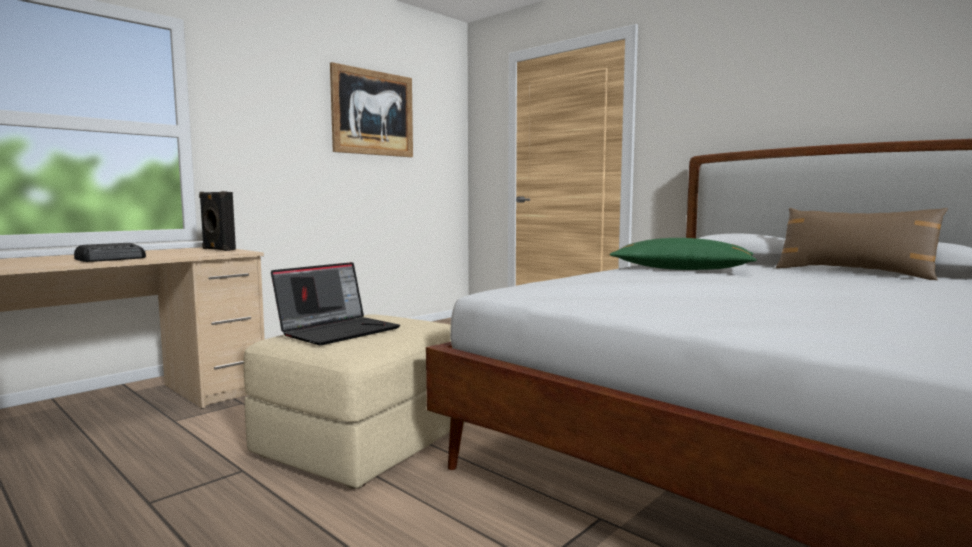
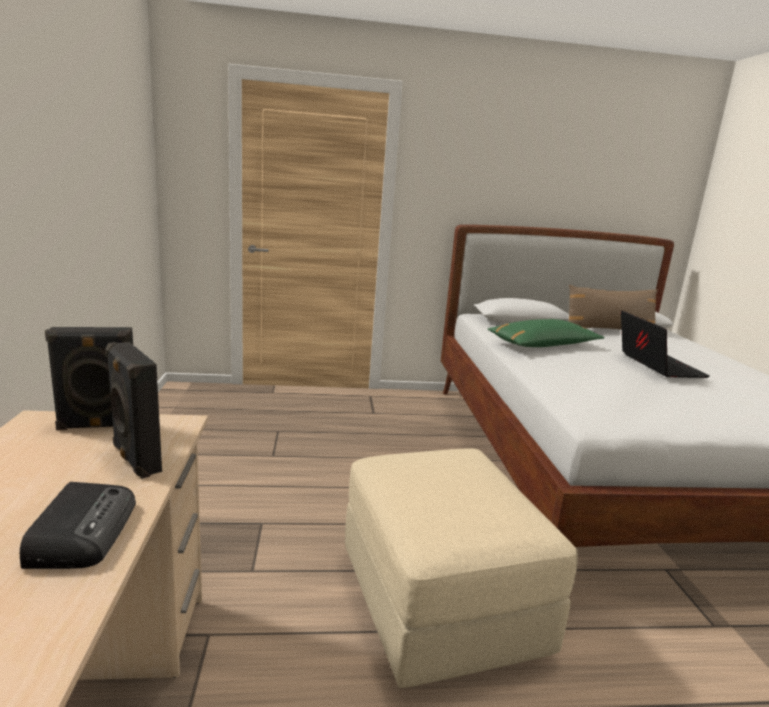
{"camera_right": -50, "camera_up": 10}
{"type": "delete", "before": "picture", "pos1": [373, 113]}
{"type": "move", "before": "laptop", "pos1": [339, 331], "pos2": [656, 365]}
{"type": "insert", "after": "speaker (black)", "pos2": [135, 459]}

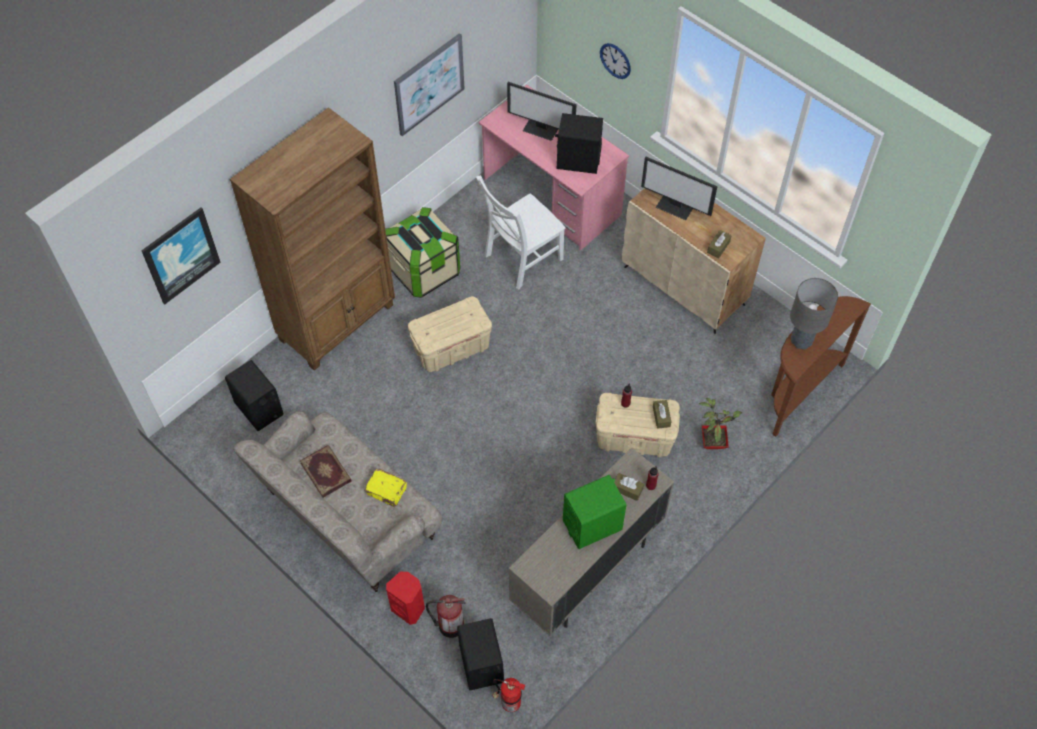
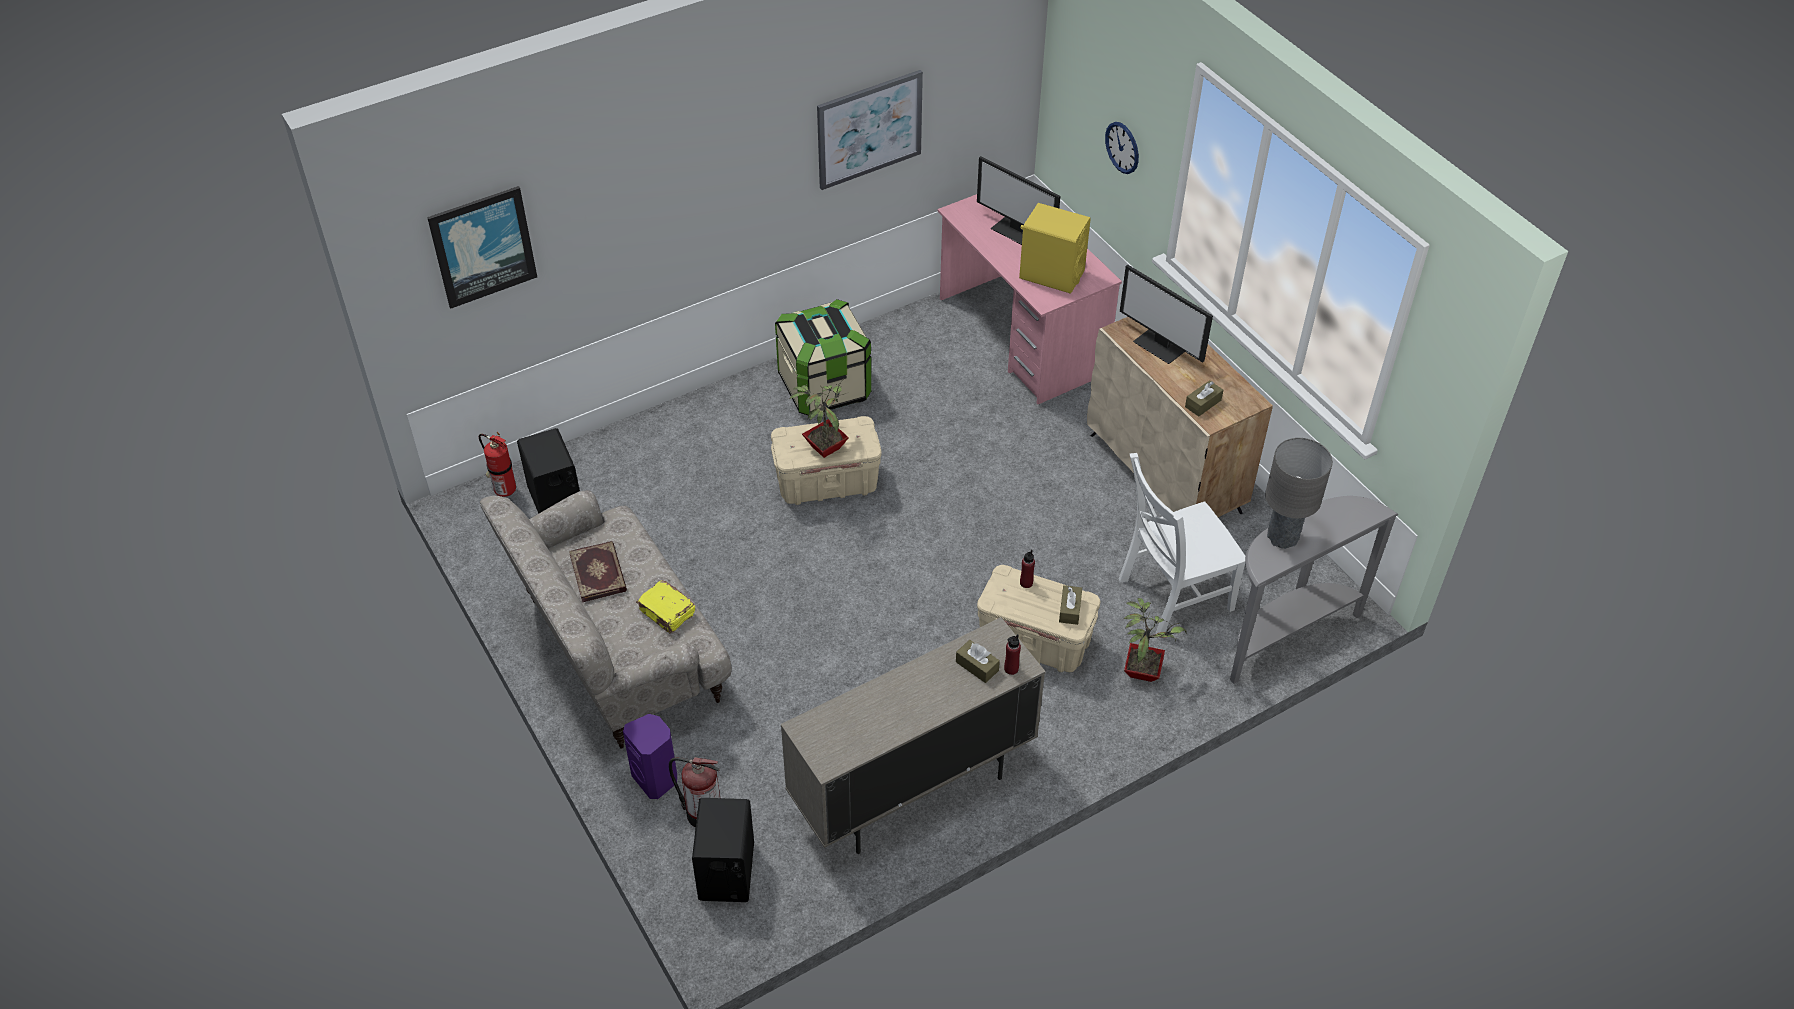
{"camera_right": 15, "camera_up": -10}
{"type": "delete", "before": "bookcase (brown)", "pos1": [338, 322]}
{"type": "recolor", "before": "speaker (black)", "after": "speaker (yellow)", "pos1": [578, 161], "pos2": [1051, 275]}
{"type": "move", "before": "chair (white)", "pos1": [521, 259], "pos2": [1171, 596]}
{"type": "recolor", "before": "console table (brown)", "after": "console table (grey)", "pos1": [798, 391], "pos2": [1283, 634]}
{"type": "delete", "before": "speaker (green)", "pos1": [592, 525]}
{"type": "recolor", "before": "speaker (red)", "after": "speaker (purple)", "pos1": [409, 608], "pos2": [656, 778]}
{"type": "move", "before": "fire extinguisher", "pos1": [508, 703], "pos2": [503, 490]}
{"type": "insert", "after": "potted plant", "pos2": [824, 447]}

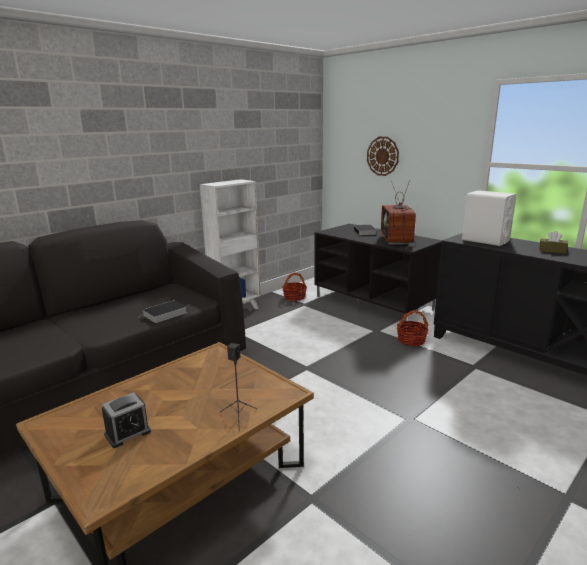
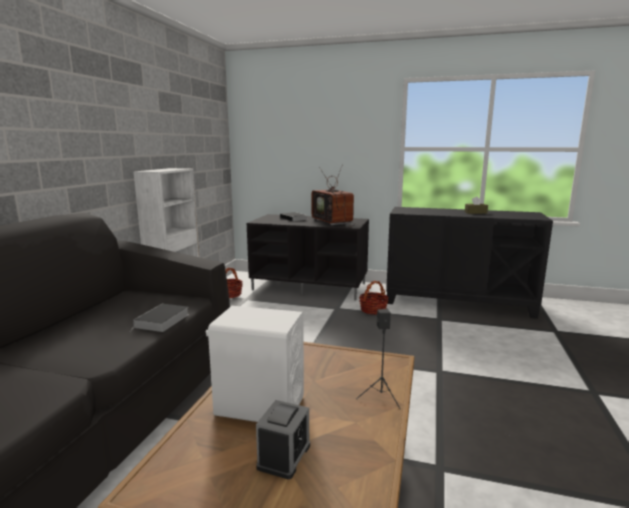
{"camera_right": -30, "camera_up": -5}
{"type": "delete", "before": "wall clock", "pos1": [382, 156]}
{"type": "move", "before": "speaker (white)", "pos1": [485, 240], "pos2": [259, 406]}

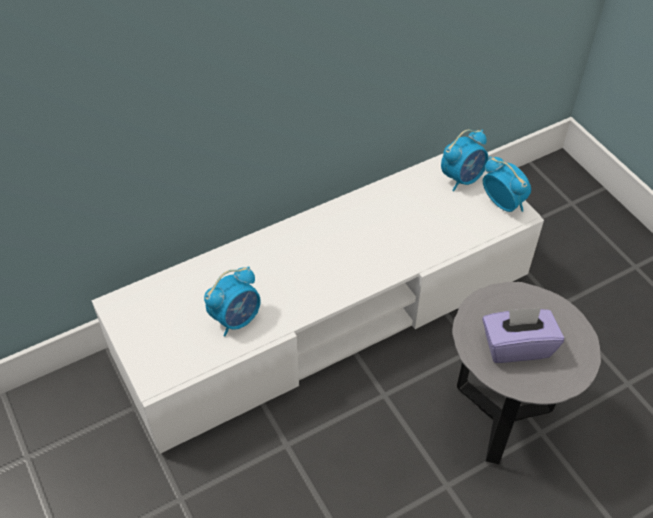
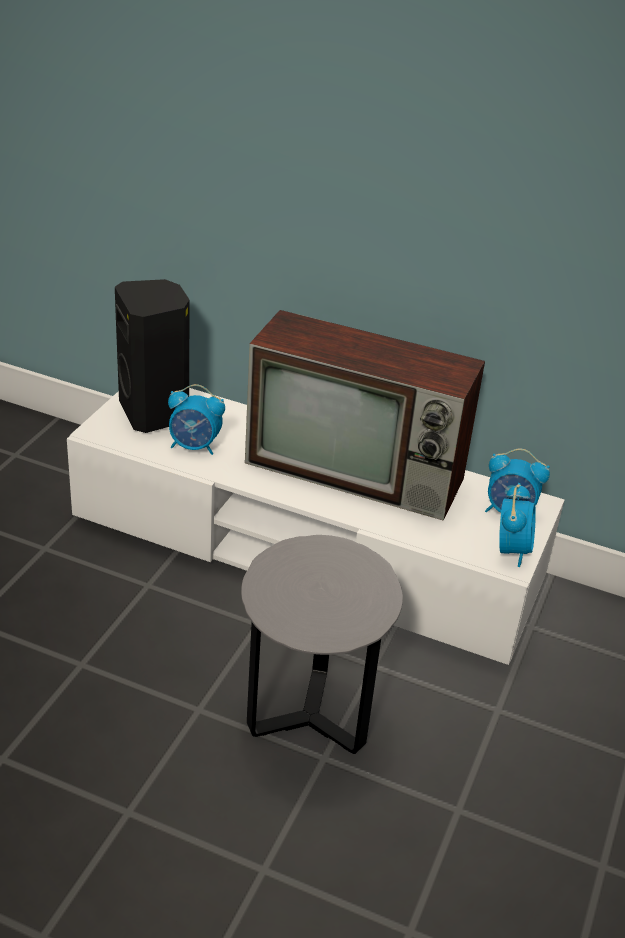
{"camera_right": 50, "camera_up": -15}
{"type": "delete", "before": "tissue box (purple)", "pos1": [516, 346]}
{"type": "insert", "after": "speaker (black)", "pos2": [155, 413]}
{"type": "insert", "after": "television", "pos2": [359, 471]}

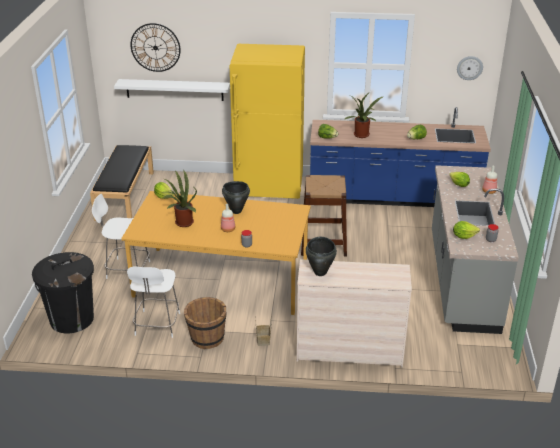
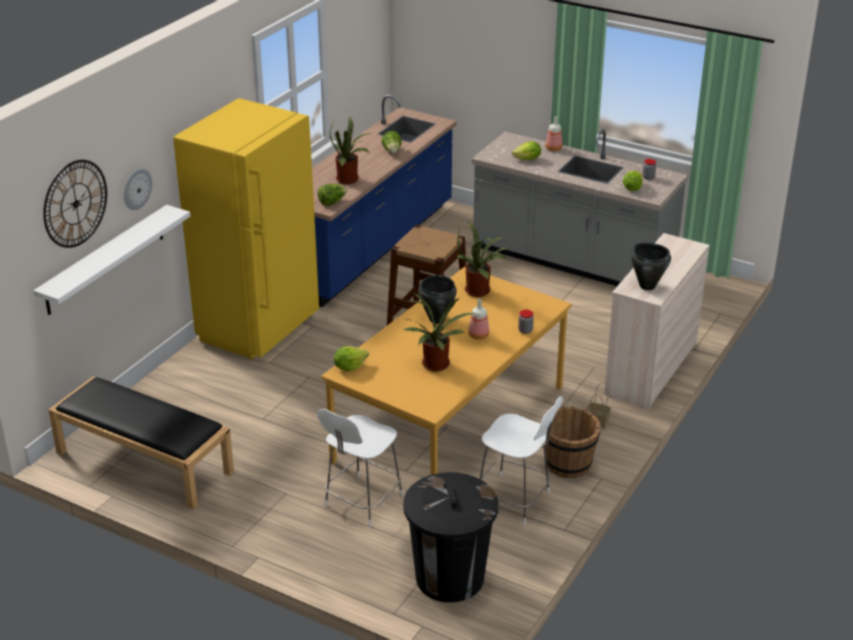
{"camera_right": -65, "camera_up": 0}
{"type": "move", "before": "wall clock", "pos1": [469, 67], "pos2": [136, 189]}
{"type": "insert", "after": "potted plant", "pos2": [480, 291]}

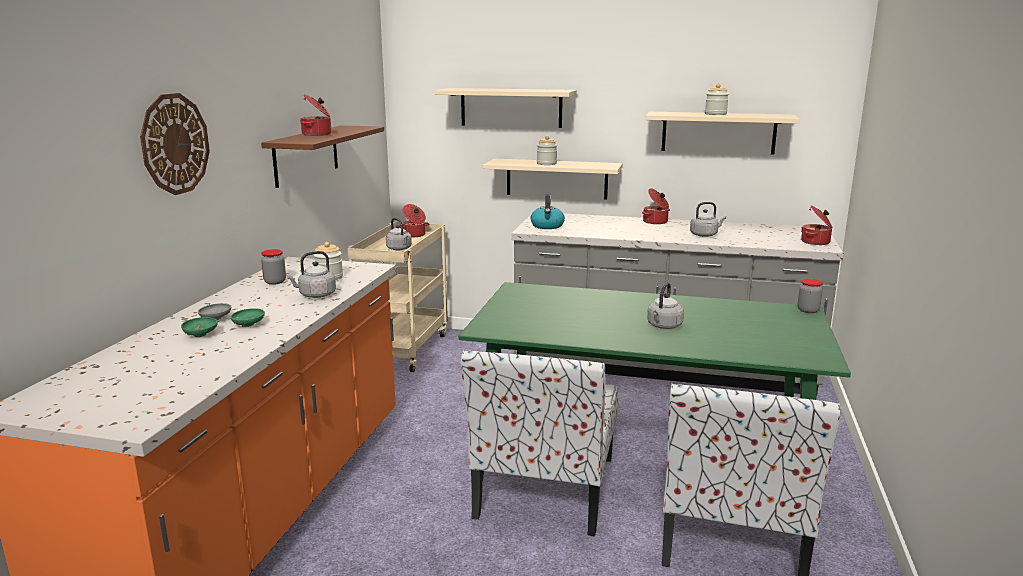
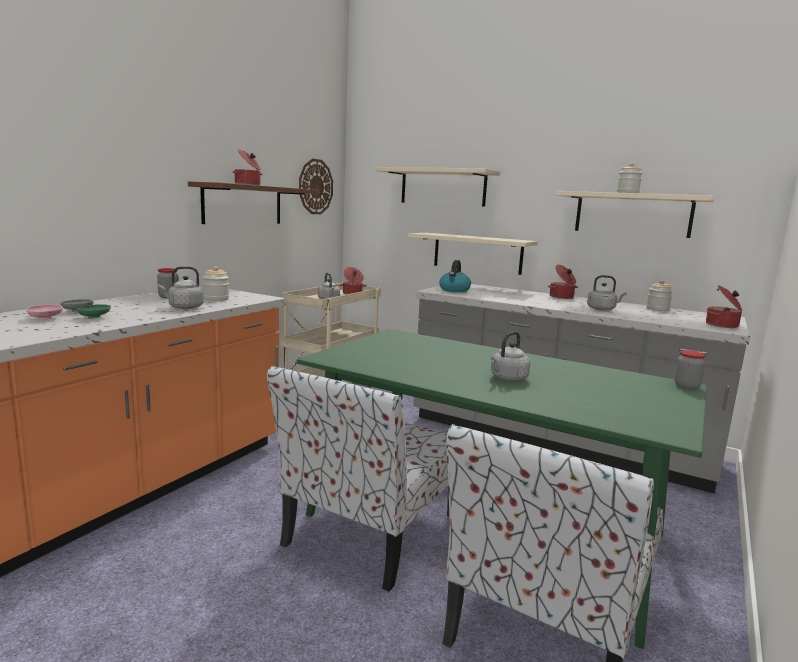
{"camera_right": 15, "camera_up": -5}
{"type": "move", "before": "wall clock", "pos1": [175, 144], "pos2": [315, 187]}
{"type": "move", "before": "jar", "pos1": [546, 164], "pos2": [657, 309]}
{"type": "recolor", "before": "bowl (green)", "after": "bowl (pink)", "pos1": [201, 334], "pos2": [45, 318]}

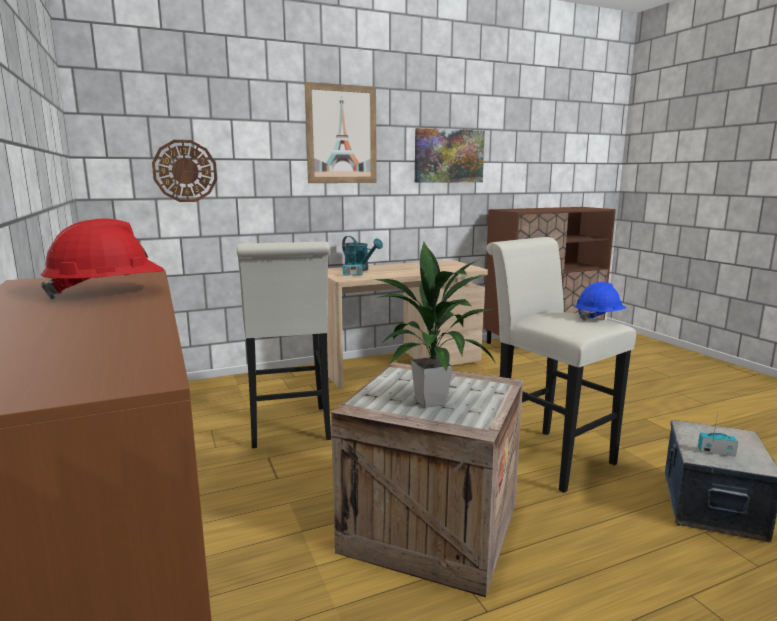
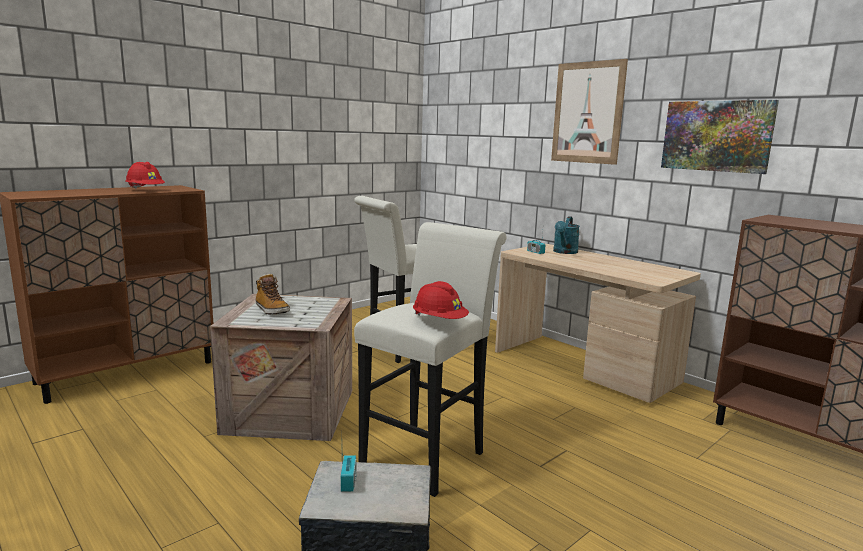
{"camera_right": 70, "camera_up": 0}
{"type": "delete", "before": "wall clock", "pos1": [185, 171]}
{"type": "replace", "before": "potted plant", "after": "boot", "pos1": [430, 402], "pos2": [271, 310]}
{"type": "recolor", "before": "hard hat (blue)", "after": "hard hat (red)", "pos1": [599, 317], "pos2": [439, 321]}

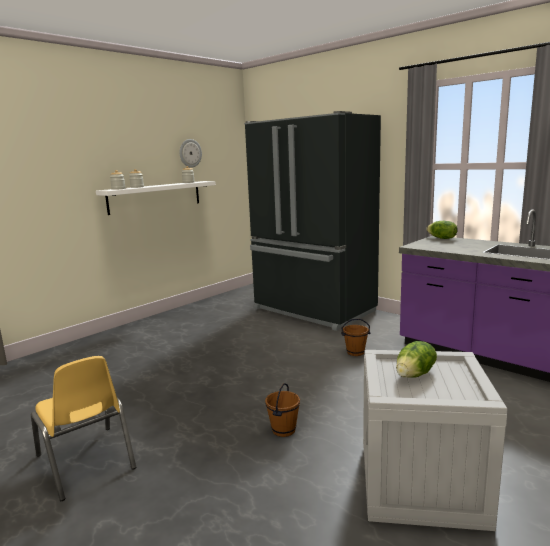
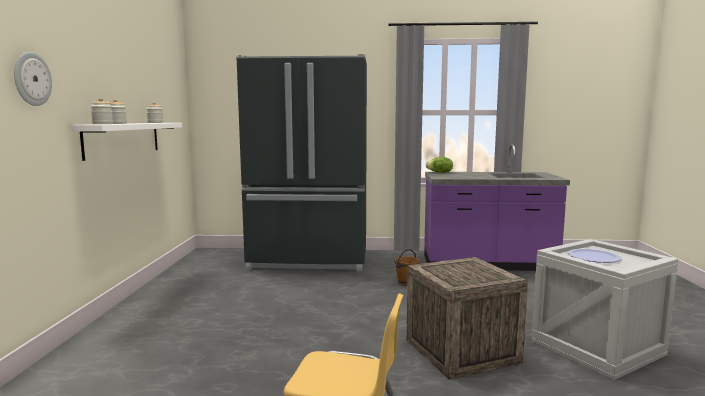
{"camera_right": -40, "camera_up": -5}
{"type": "move", "before": "wall clock", "pos1": [190, 153], "pos2": [32, 79]}
{"type": "replace", "before": "lettuce", "after": "plate", "pos1": [415, 374], "pos2": [594, 257]}
{"type": "replace", "before": "bucket (brown)", "after": "crate", "pos1": [283, 430], "pos2": [461, 351]}

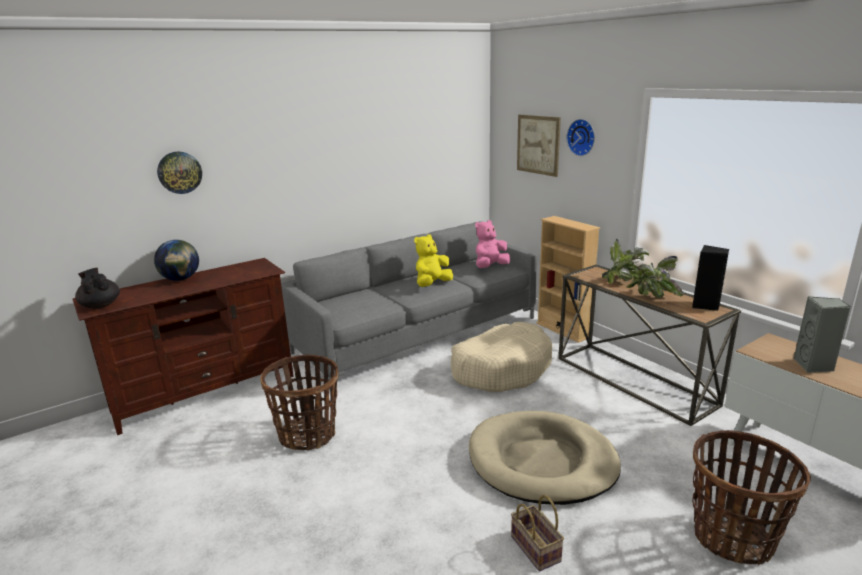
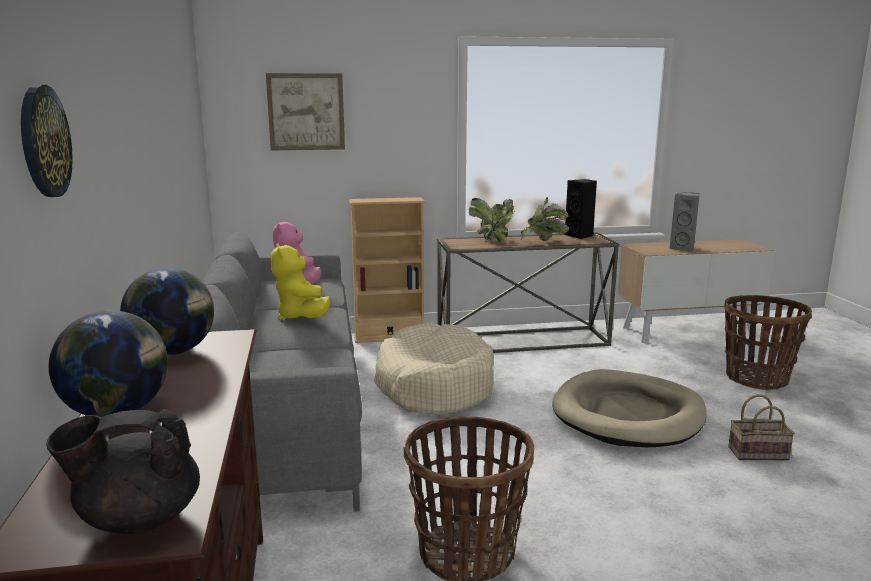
{"camera_right": -65, "camera_up": -5}
{"type": "delete", "before": "wall clock", "pos1": [582, 137]}
{"type": "insert", "after": "globe", "pos2": [173, 352]}

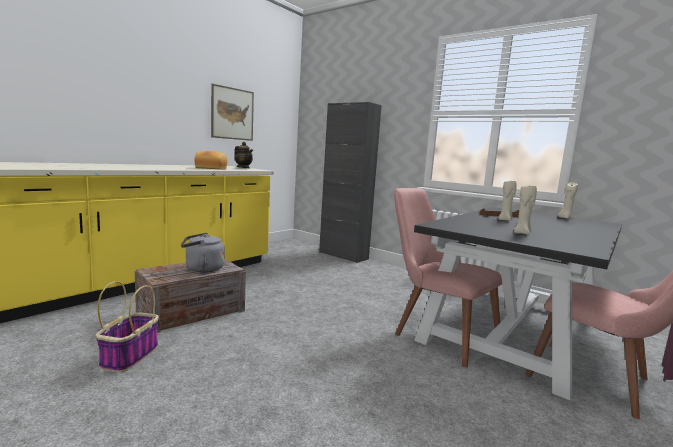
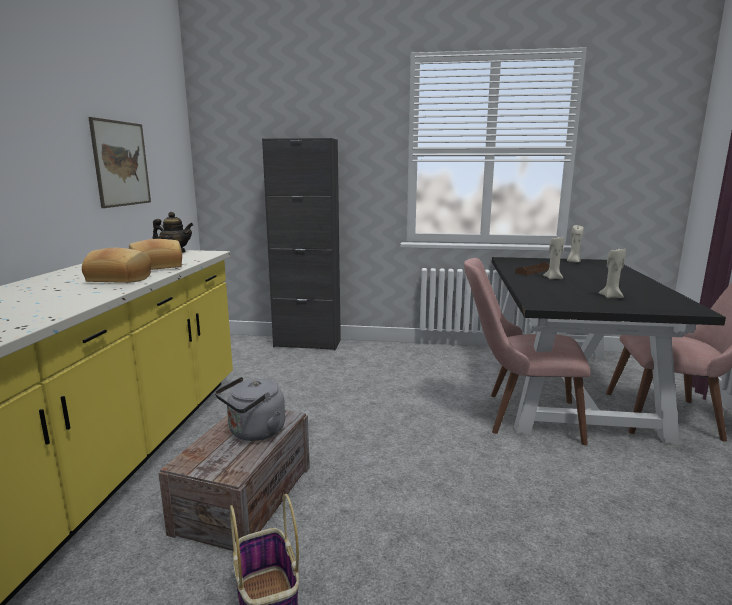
{"camera_right": -30, "camera_up": 5}
{"type": "insert", "after": "bread", "pos2": [120, 279]}

